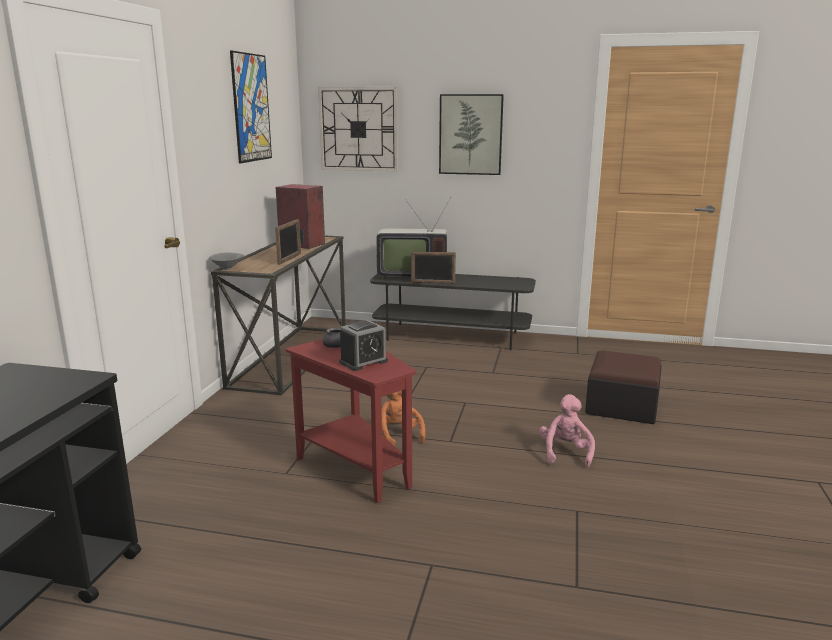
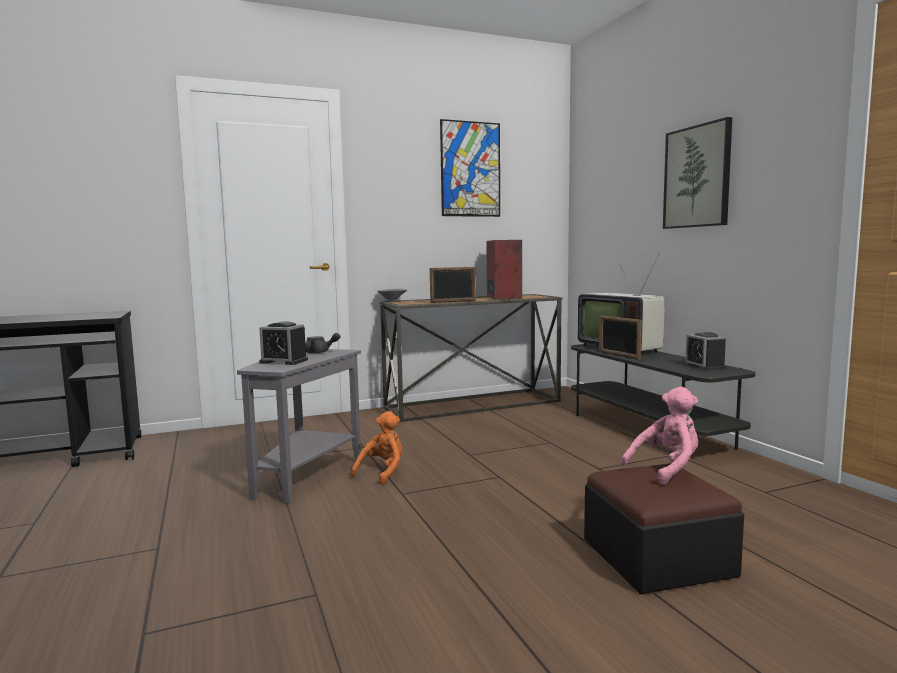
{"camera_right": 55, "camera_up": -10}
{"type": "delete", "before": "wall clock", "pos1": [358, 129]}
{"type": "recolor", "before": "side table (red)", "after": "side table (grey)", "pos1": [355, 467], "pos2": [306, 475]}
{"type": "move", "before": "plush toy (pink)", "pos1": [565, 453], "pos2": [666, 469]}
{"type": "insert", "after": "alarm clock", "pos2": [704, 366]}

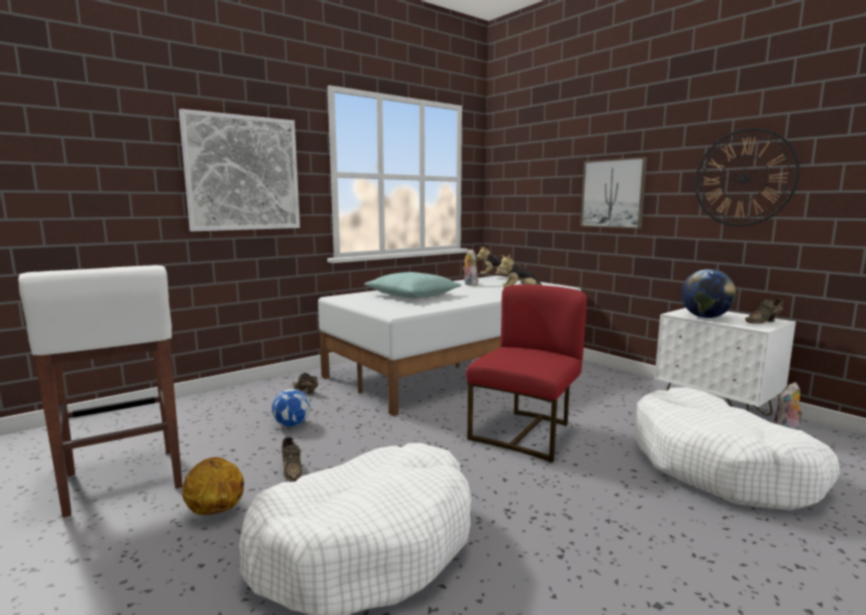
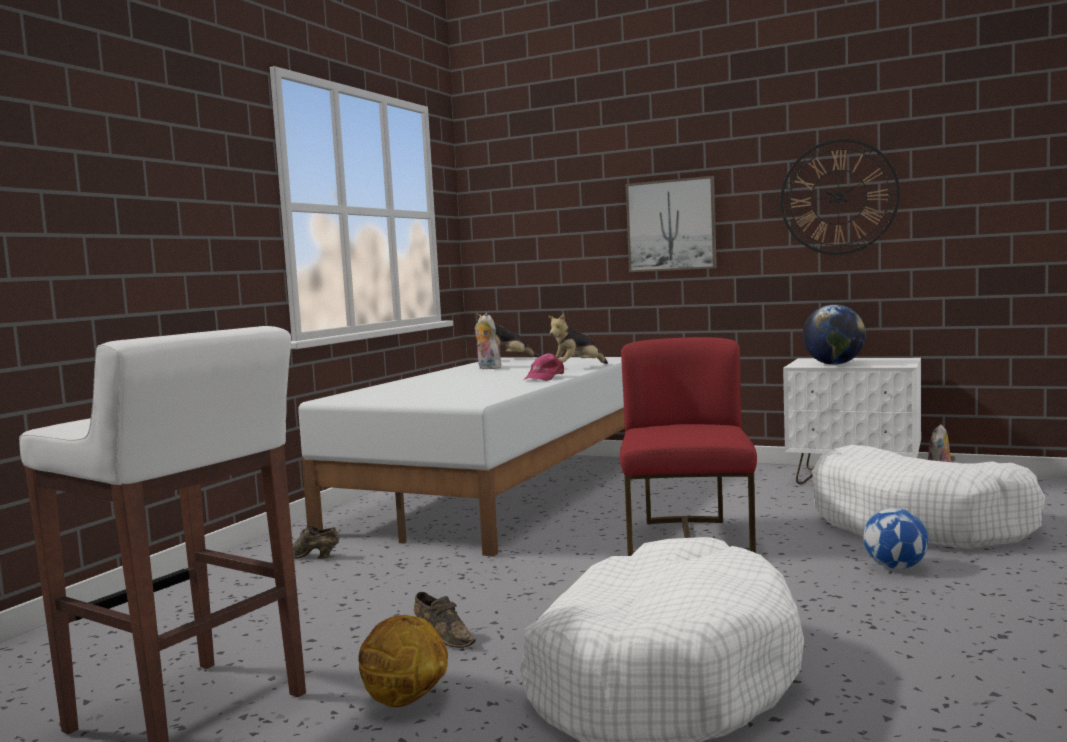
{"camera_right": -25, "camera_up": -5}
{"type": "delete", "before": "picture", "pos1": [243, 173]}
{"type": "delete", "before": "pillow", "pos1": [412, 295]}
{"type": "delete", "before": "shoe (brown)", "pos1": [764, 322]}
{"type": "move", "before": "football", "pos1": [292, 425], "pos2": [895, 567]}
{"type": "insert", "after": "cap (pink)", "pos2": [544, 378]}

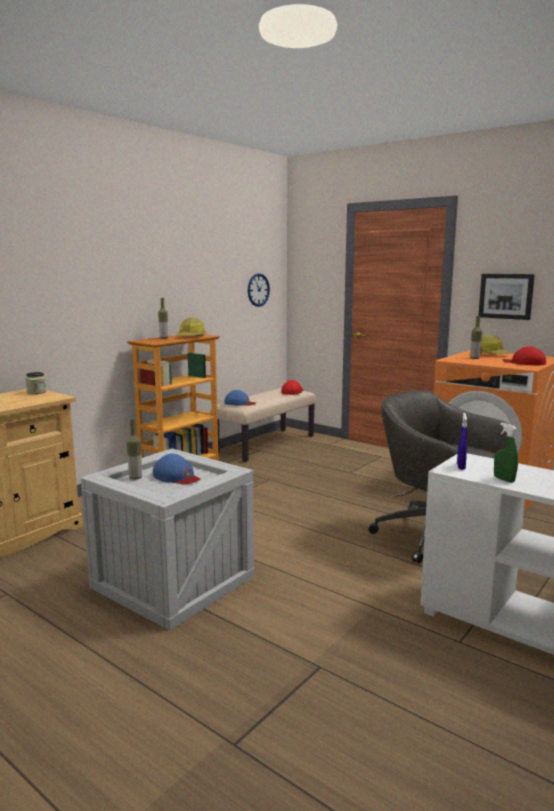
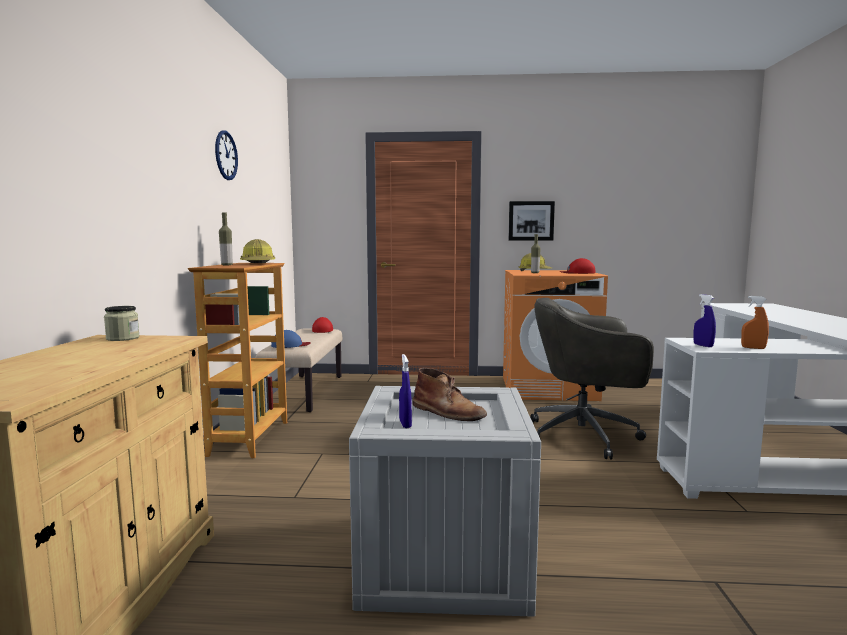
{"camera_right": -35, "camera_up": -5}
{"type": "move", "before": "wall clock", "pos1": [258, 290], "pos2": [226, 155]}
{"type": "replace", "before": "bottle", "after": "spray bottle (blue)", "pos1": [135, 478], "pos2": [405, 424]}
{"type": "recolor", "before": "spray bottle (green)", "after": "spray bottle (orange)", "pos1": [504, 479], "pos2": [753, 348]}
{"type": "replace", "before": "cap (blue)", "after": "boot (brown)", "pos1": [176, 477], "pos2": [448, 412]}

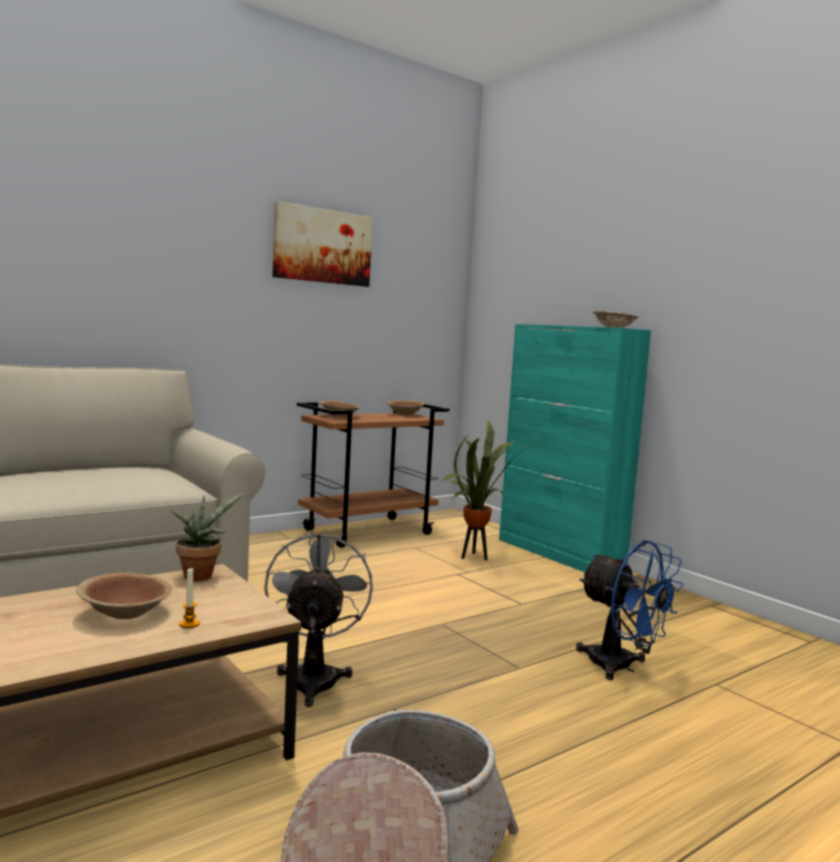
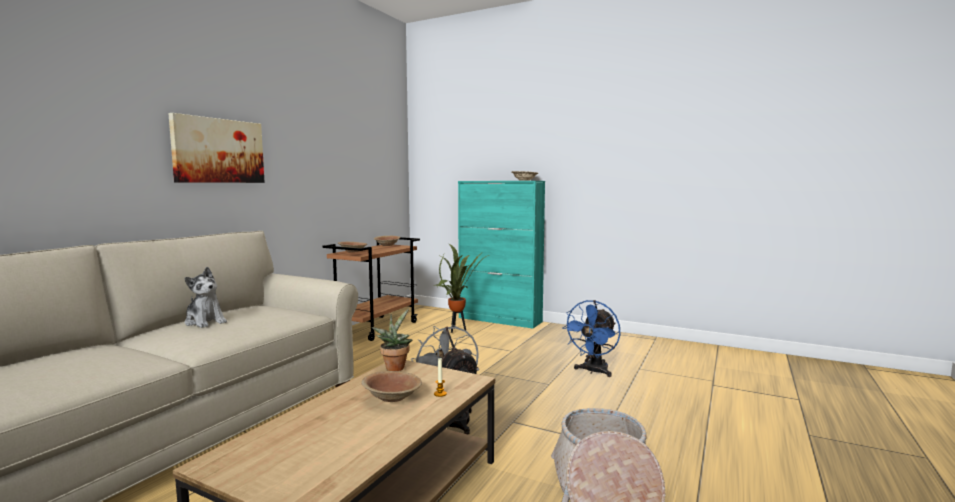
{"camera_right": -25, "camera_up": 0}
{"type": "move", "before": "picture", "pos1": [322, 246], "pos2": [218, 151]}
{"type": "rotate", "before": "fan (blue)", "pos1": [621, 667], "pos2": [593, 371], "turn": 105}
{"type": "insert", "after": "plush toy", "pos2": [205, 322]}

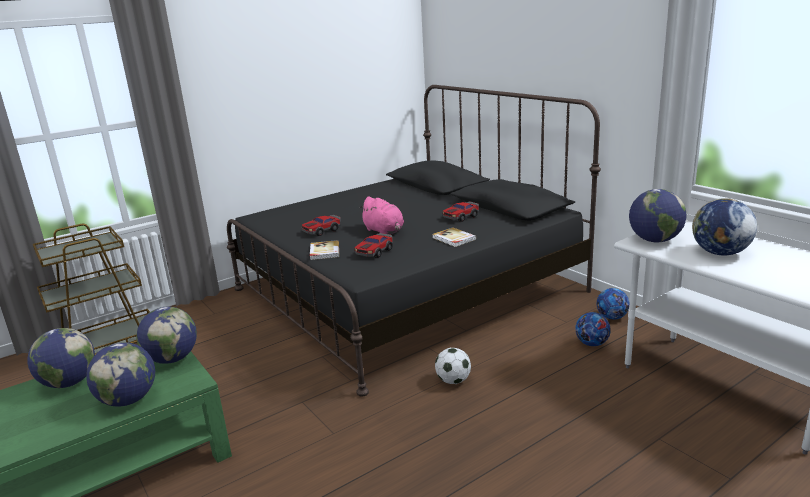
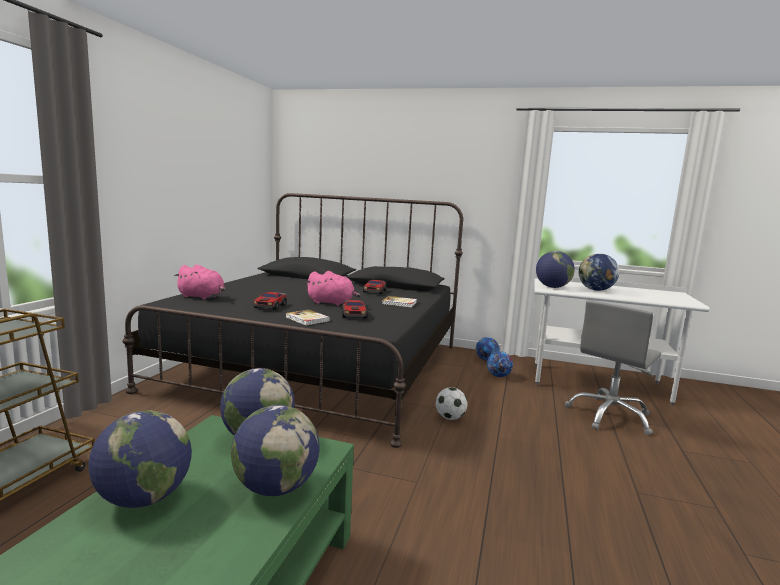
{"camera_right": -40, "camera_up": -10}
{"type": "insert", "after": "plush toy (pink)", "pos2": [202, 297]}
{"type": "insert", "after": "office chair (grey)", "pos2": [610, 416]}

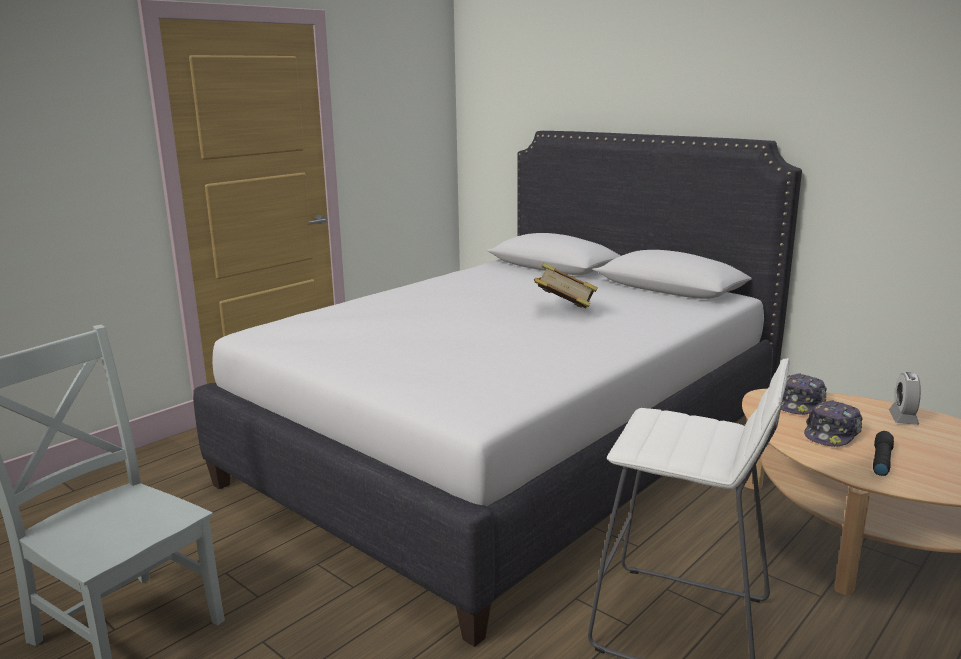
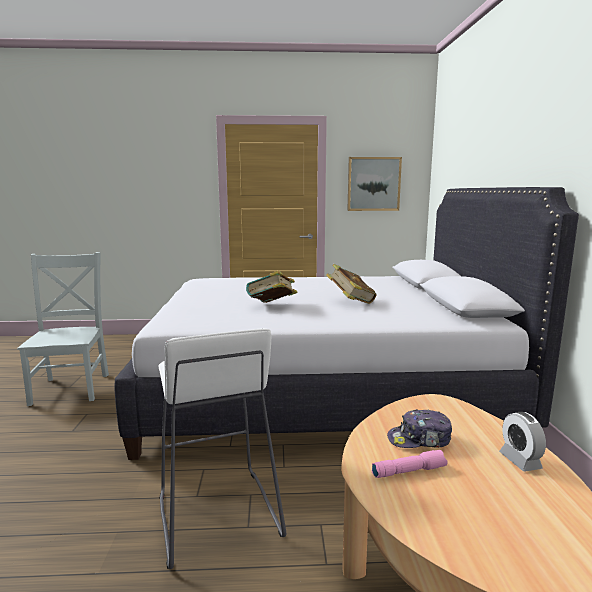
{"camera_right": 45, "camera_up": -5}
{"type": "rotate", "before": "alarm clock", "pos1": [903, 418], "pos2": [520, 461], "turn": -75}
{"type": "delete", "before": "cap", "pos1": [799, 404]}
{"type": "recolor", "before": "flashlight (black)", "after": "flashlight (pink)", "pos1": [880, 460], "pos2": [409, 471]}
{"type": "insert", "after": "picture", "pos2": [373, 184]}
{"type": "insert", "after": "book", "pos2": [272, 306]}

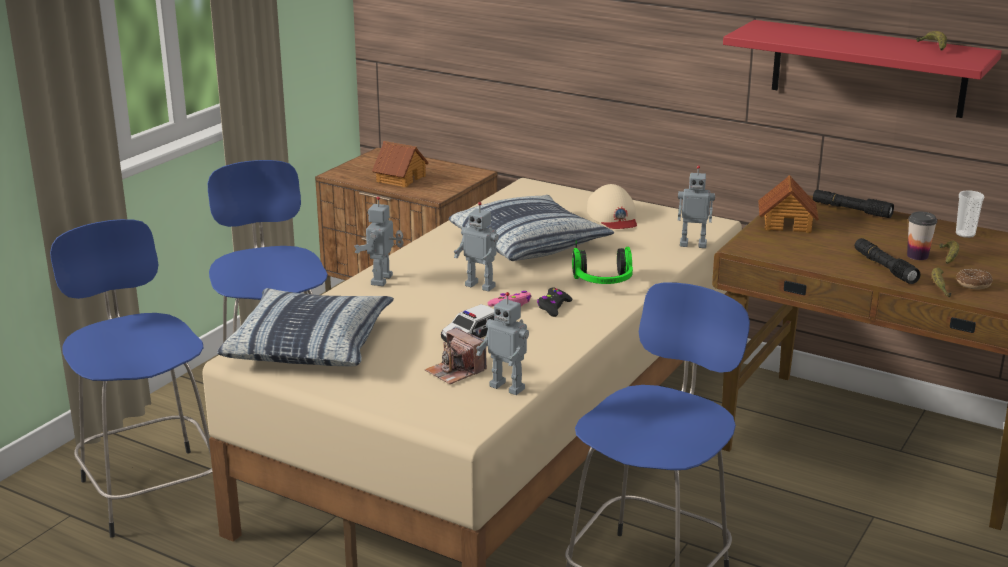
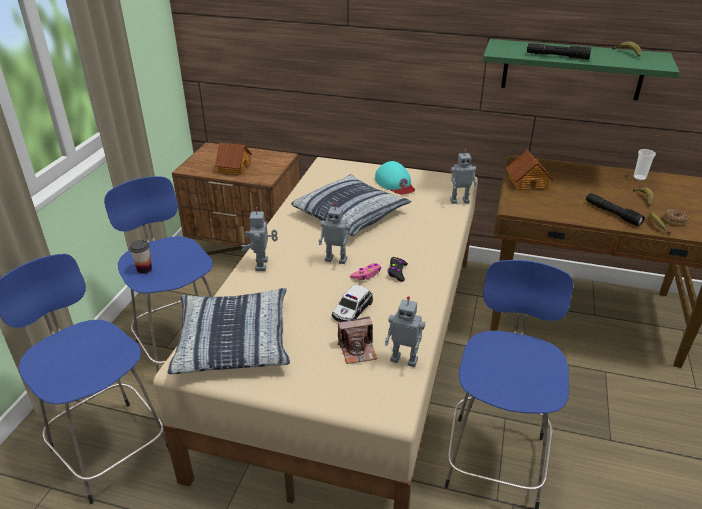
{"camera_right": -15, "camera_up": 10}
{"type": "recolor", "before": "shelf (red)", "after": "shelf (green)", "pos1": [868, 68], "pos2": [572, 69]}
{"type": "recolor", "before": "cap (beige)", "after": "cap (turquoise)", "pos1": [613, 216], "pos2": [395, 183]}
{"type": "move", "before": "flashlight (black)", "pos1": [851, 210], "pos2": [557, 56]}
{"type": "move", "before": "cup", "pos1": [917, 256], "pos2": [144, 269]}
{"type": "delete", "before": "headphones", "pos1": [603, 282]}
{"type": "rotate", "before": "photo camera", "pos1": [455, 371], "pos2": [358, 350], "turn": -45}

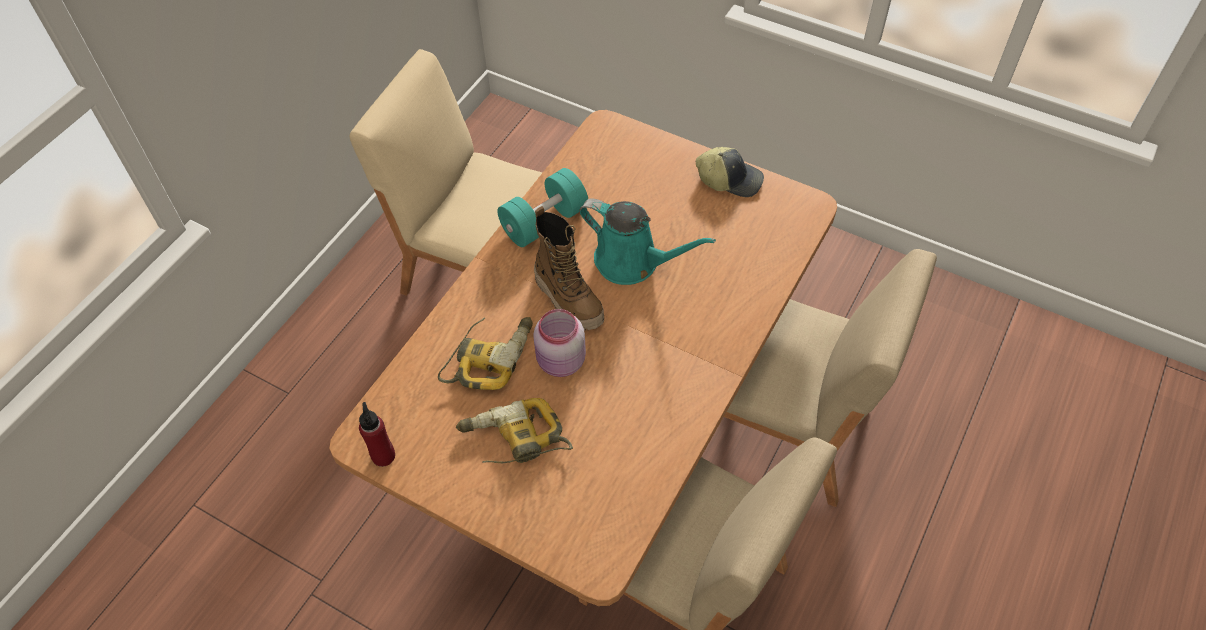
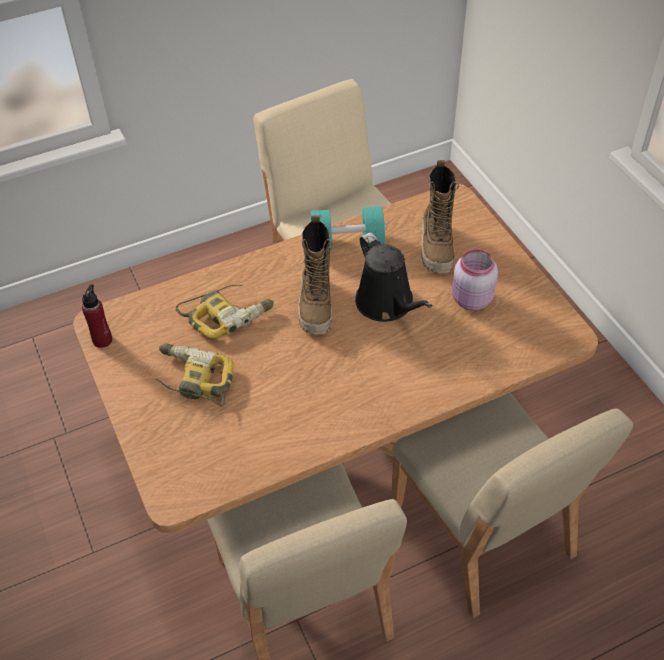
{"camera_right": 35, "camera_up": -5}
{"type": "delete", "before": "cap", "pos1": [730, 179]}
{"type": "recolor", "before": "watering can (turquoise)", "after": "watering can (black)", "pos1": [633, 262], "pos2": [387, 304]}
{"type": "move", "before": "jar (pink)", "pos1": [560, 362], "pos2": [470, 300]}
{"type": "insert", "after": "boot", "pos2": [437, 248]}

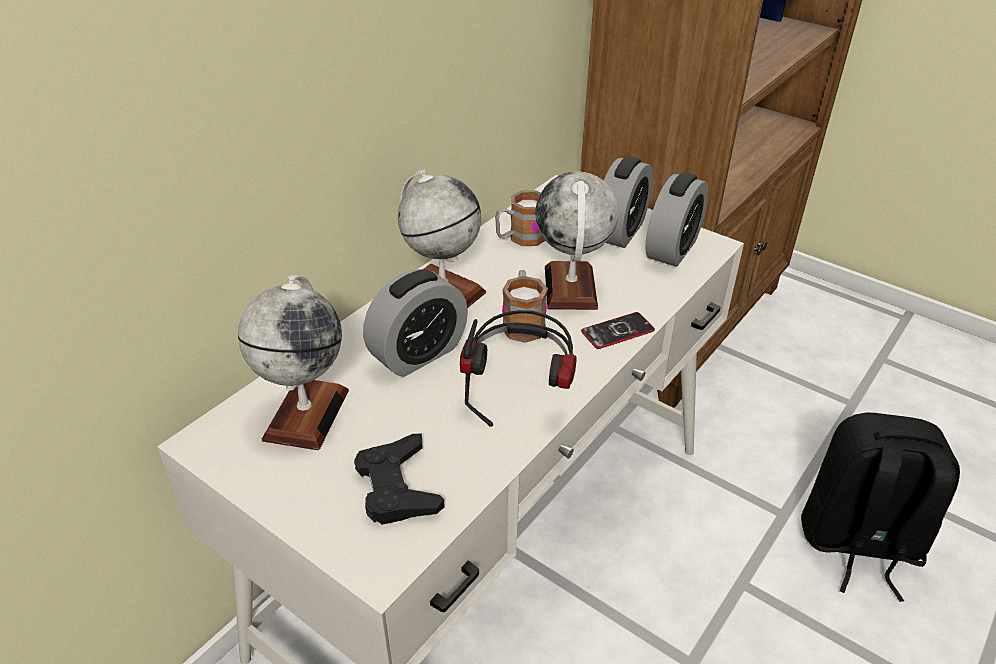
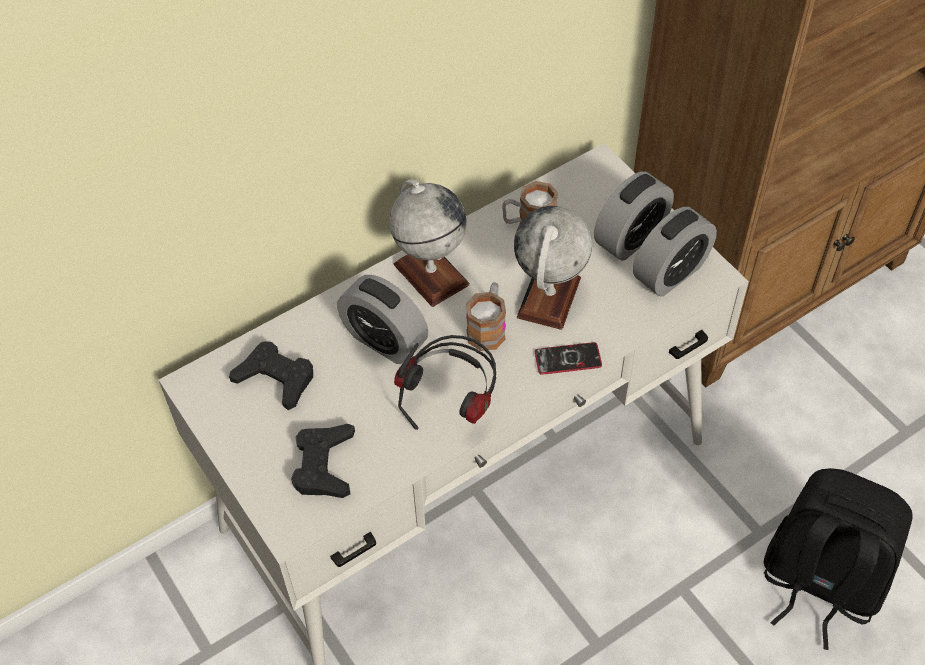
{"camera_right": 20, "camera_up": 15}
{"type": "rotate", "before": "alarm clock", "pos1": [418, 354], "pos2": [385, 340], "turn": 60}
{"type": "replace", "before": "globe", "after": "game controller (black)", "pos1": [306, 414], "pos2": [276, 378]}

